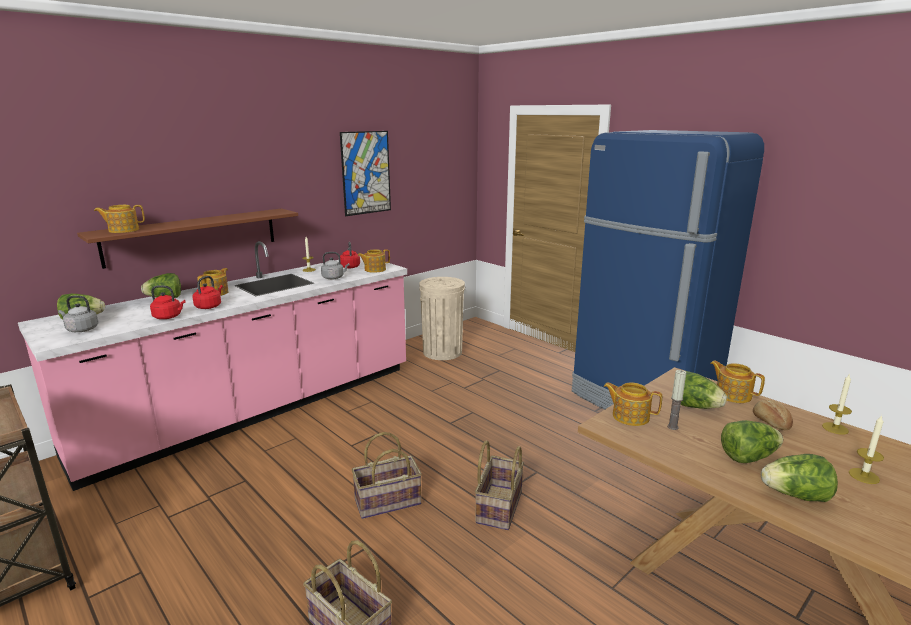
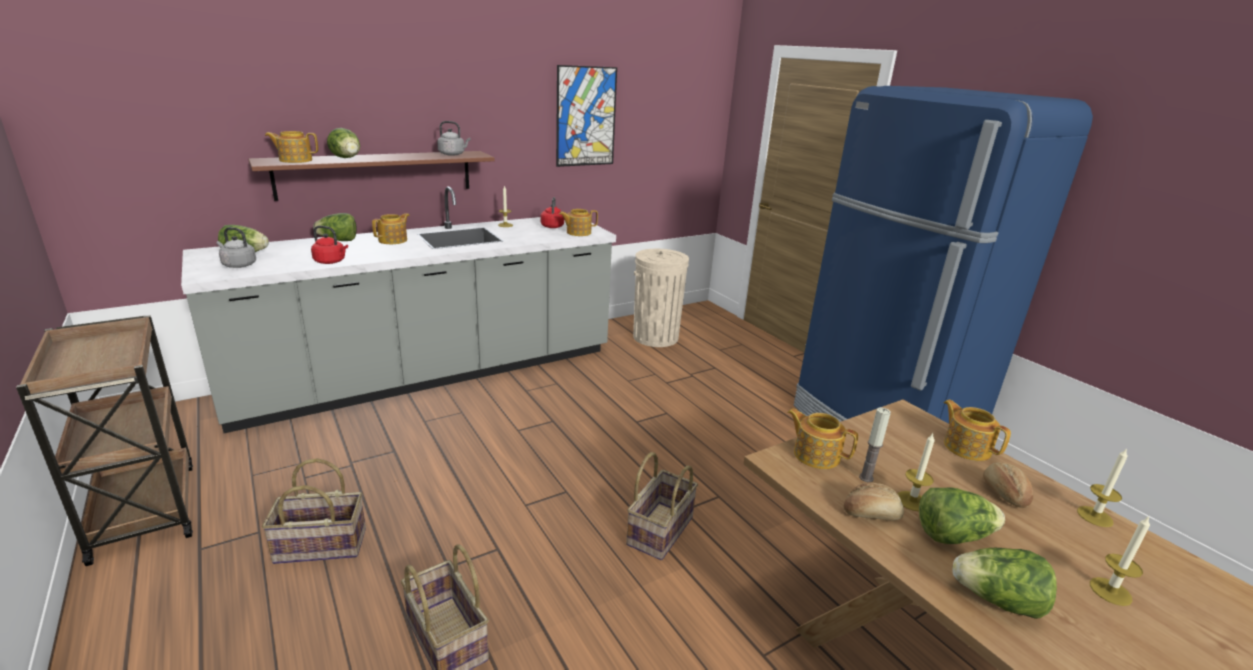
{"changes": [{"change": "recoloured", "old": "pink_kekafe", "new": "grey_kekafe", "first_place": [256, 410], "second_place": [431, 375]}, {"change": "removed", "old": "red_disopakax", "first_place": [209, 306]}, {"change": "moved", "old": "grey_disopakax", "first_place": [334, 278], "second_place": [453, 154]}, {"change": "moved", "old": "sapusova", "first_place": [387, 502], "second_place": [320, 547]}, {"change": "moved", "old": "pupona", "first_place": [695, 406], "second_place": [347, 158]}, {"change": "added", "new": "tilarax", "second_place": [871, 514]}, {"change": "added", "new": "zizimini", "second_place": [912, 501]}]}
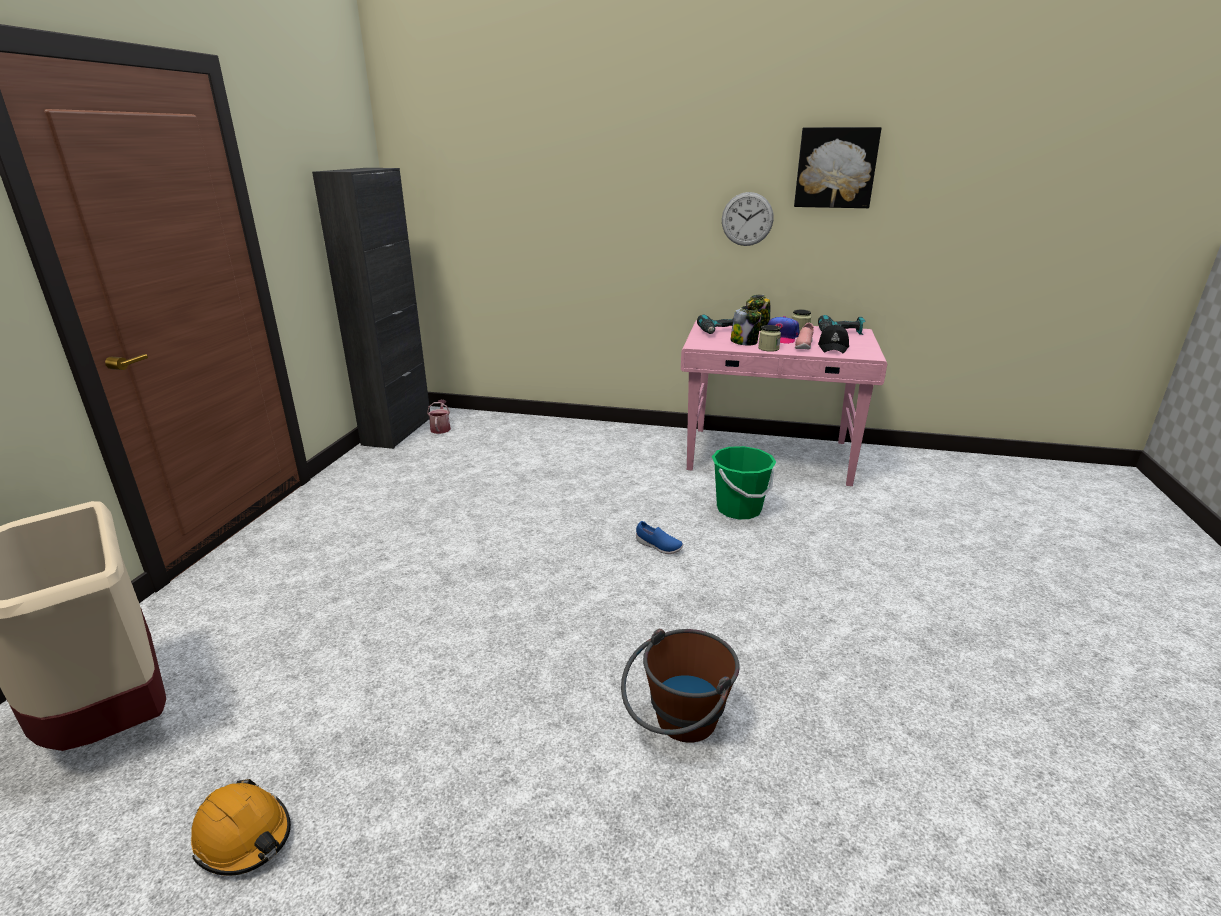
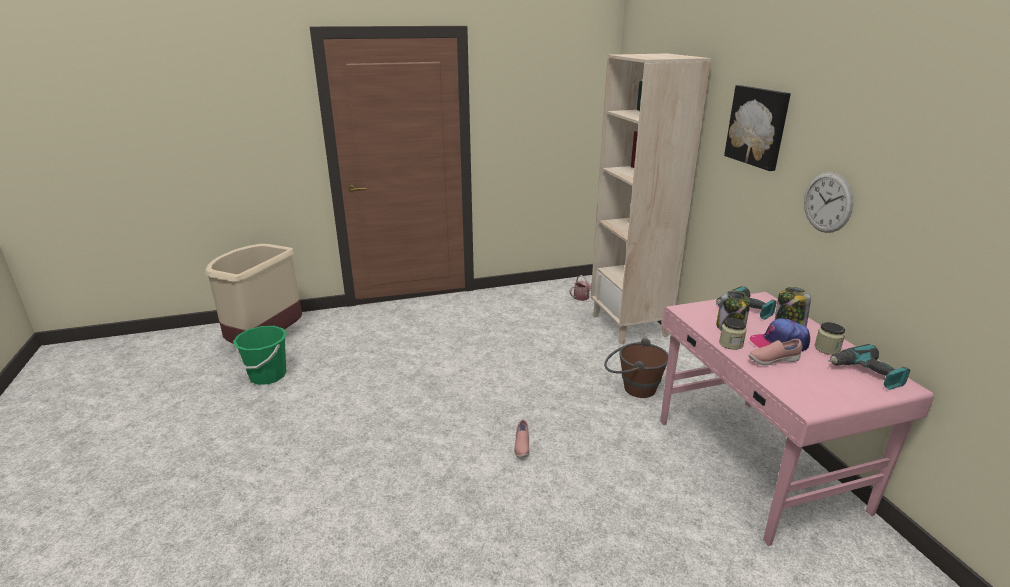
{"changes": [{"change": "removed", "old": "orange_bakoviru", "first_place": [244, 836]}, {"change": "removed", "old": "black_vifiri", "first_place": [397, 431]}, {"change": "moved", "old": "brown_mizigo", "first_place": [678, 726], "second_place": [632, 387]}, {"change": "recoloured", "old": "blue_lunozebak", "new": "pink_lunozebak", "first_place": [658, 547], "second_place": [521, 446]}, {"change": "moved", "old": "green_mizigo", "first_place": [739, 509], "second_place": [268, 376]}, {"change": "moved", "old": "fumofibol", "first_place": [835, 168], "second_place": [758, 126]}, {"change": "removed", "old": "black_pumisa", "first_place": [833, 347]}, {"change": "added", "new": "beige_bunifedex", "second_place": [630, 325]}]}
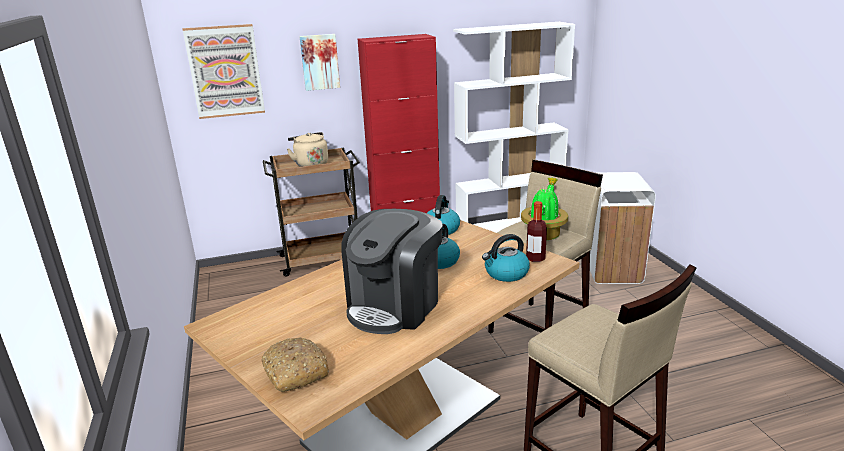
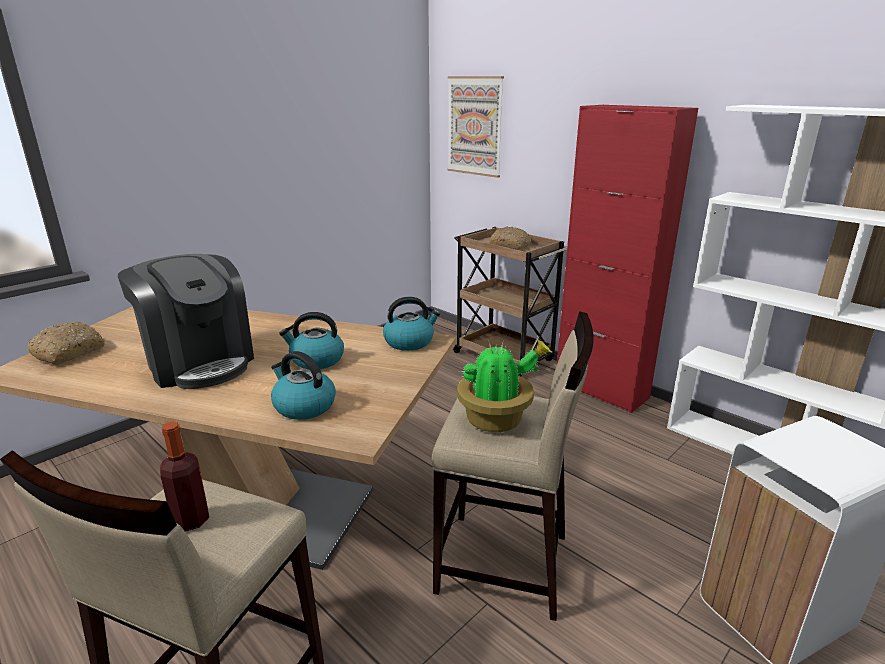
{"changes": [{"change": "replaced", "old": "beige_disopakax", "new": "tilarax", "first_place": [310, 164], "second_place": [510, 246]}, {"change": "removed", "old": "fumofibol", "first_place": [319, 62]}, {"change": "turned", "old": "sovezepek", "first_place": [394, 306], "second_place": [199, 362], "degrees": -135}, {"change": "moved", "old": "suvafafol", "first_place": [535, 258], "second_place": [191, 520]}]}
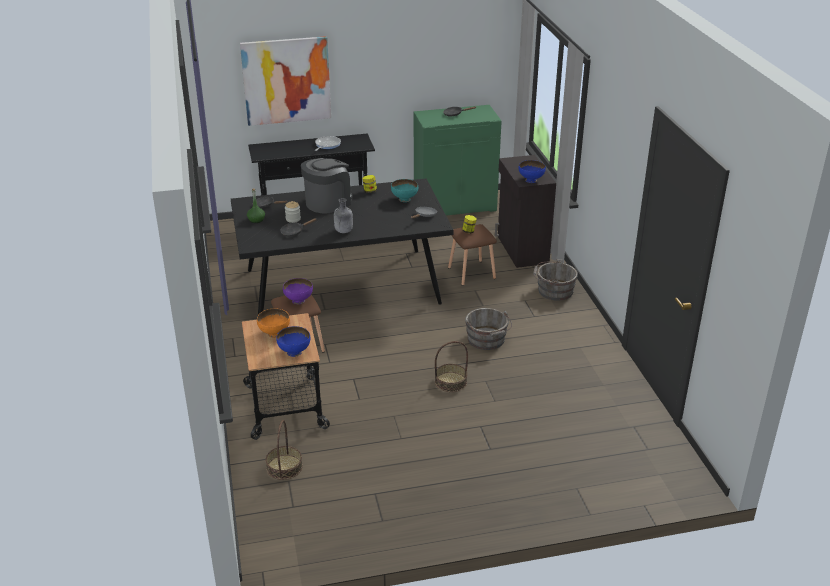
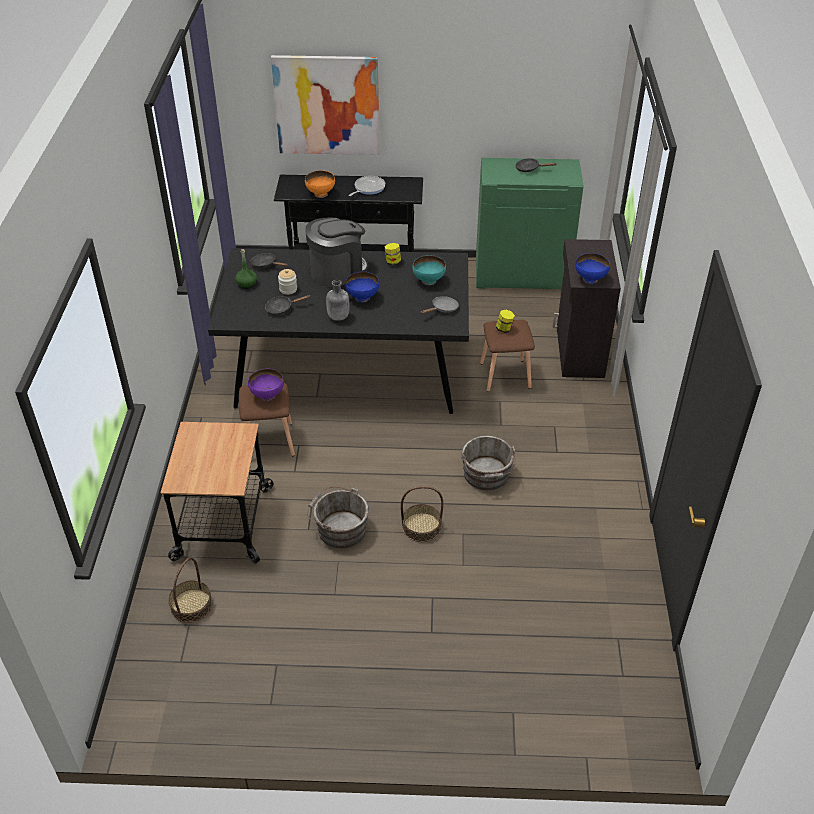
{"changes": [{"change": "moved", "old": "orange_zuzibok", "first_place": [274, 333], "second_place": [320, 194]}, {"change": "moved", "old": "blue_zuzibok", "first_place": [294, 352], "second_place": [362, 298]}, {"change": "moved", "old": "grey_mizigo", "first_place": [553, 290], "second_place": [339, 528]}]}
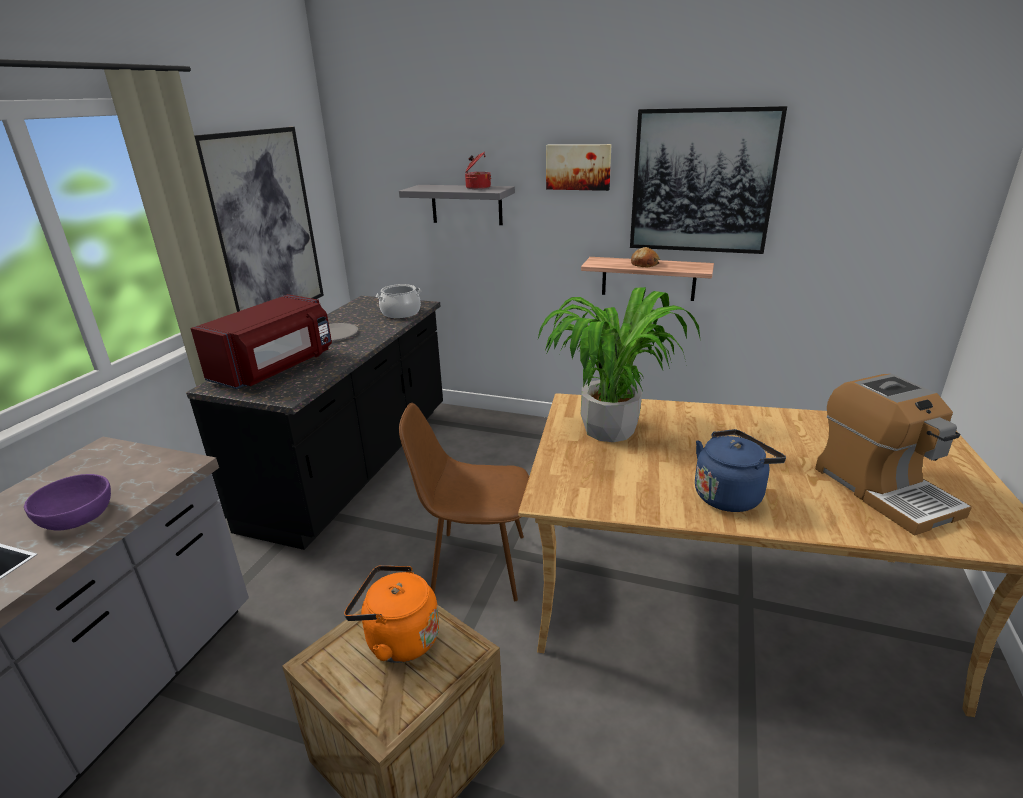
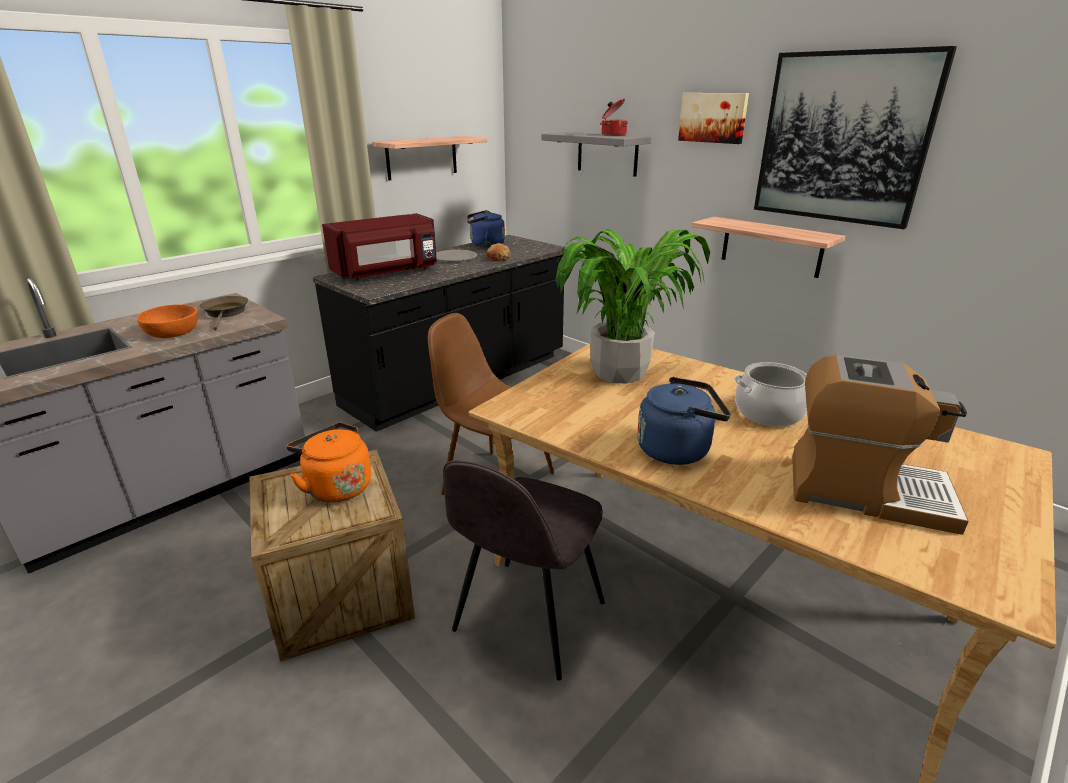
{"changes": [{"change": "recoloured", "old": "purple_zuzibok", "new": "orange_zuzibok", "first_place": [77, 516], "second_place": [173, 333]}, {"change": "replaced", "old": "fumofibol", "new": "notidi", "first_place": [264, 228], "second_place": [422, 157]}, {"change": "moved", "old": "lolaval", "first_place": [401, 313], "second_place": [768, 412]}, {"change": "moved", "old": "tilarax", "first_place": [645, 264], "second_place": [498, 258]}, {"change": "turned", "old": "sovezepek", "first_place": [883, 490], "second_place": [864, 492], "degrees": -75}, {"change": "added", "new": "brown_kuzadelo", "second_place": [226, 313]}, {"change": "added", "new": "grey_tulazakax", "second_place": [527, 619]}, {"change": "added", "new": "blue_disopakax", "second_place": [485, 245]}]}
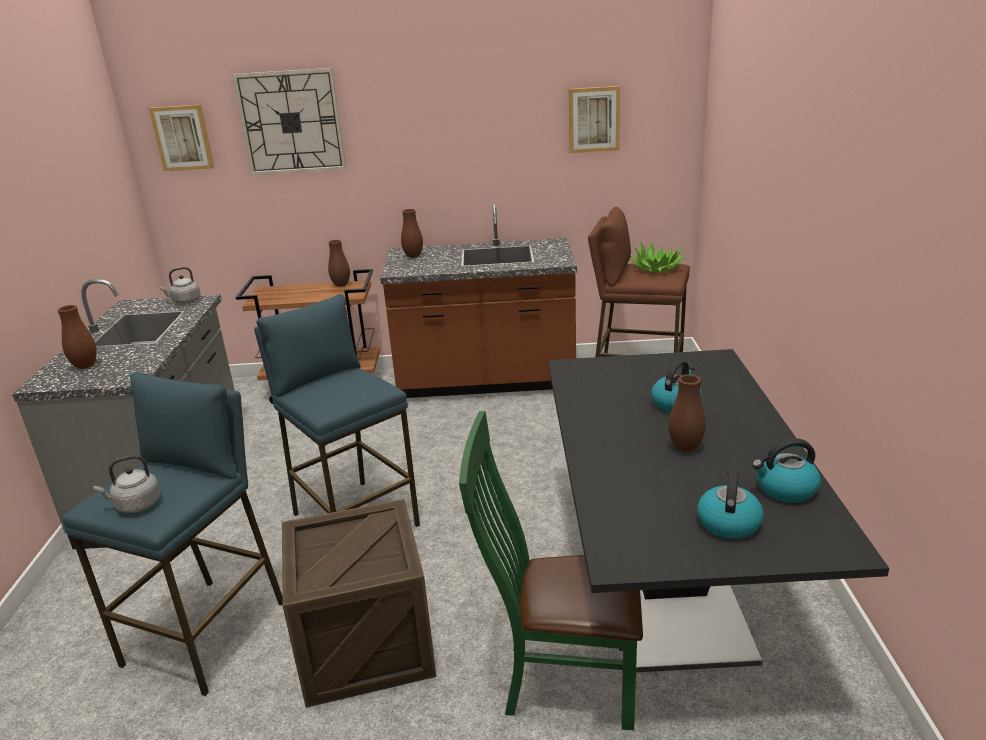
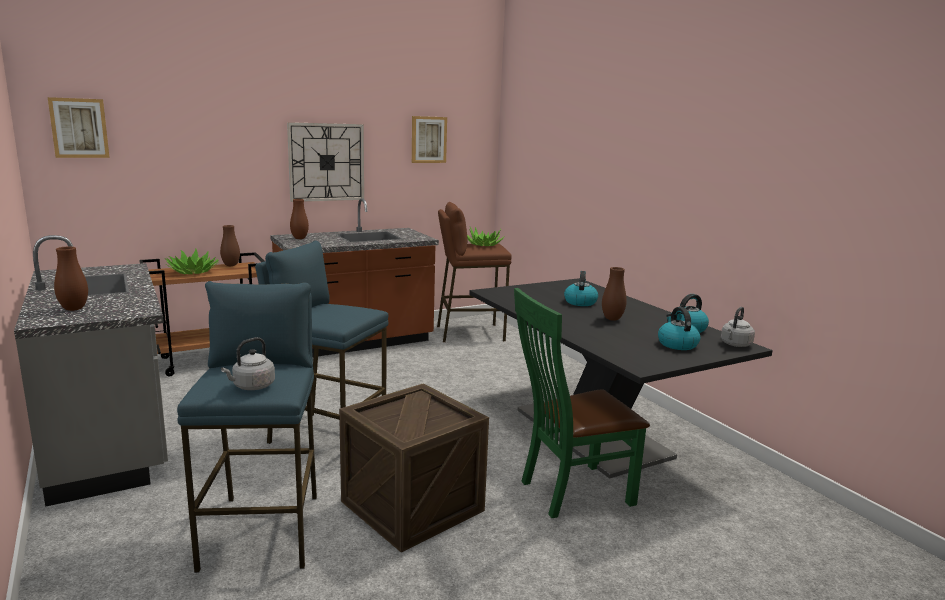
{"changes": [{"change": "moved", "old": "grey_disopakax", "first_place": [185, 301], "second_place": [735, 345]}, {"change": "moved", "old": "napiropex", "first_place": [291, 122], "second_place": [326, 162]}, {"change": "added", "new": "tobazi", "second_place": [193, 272]}]}
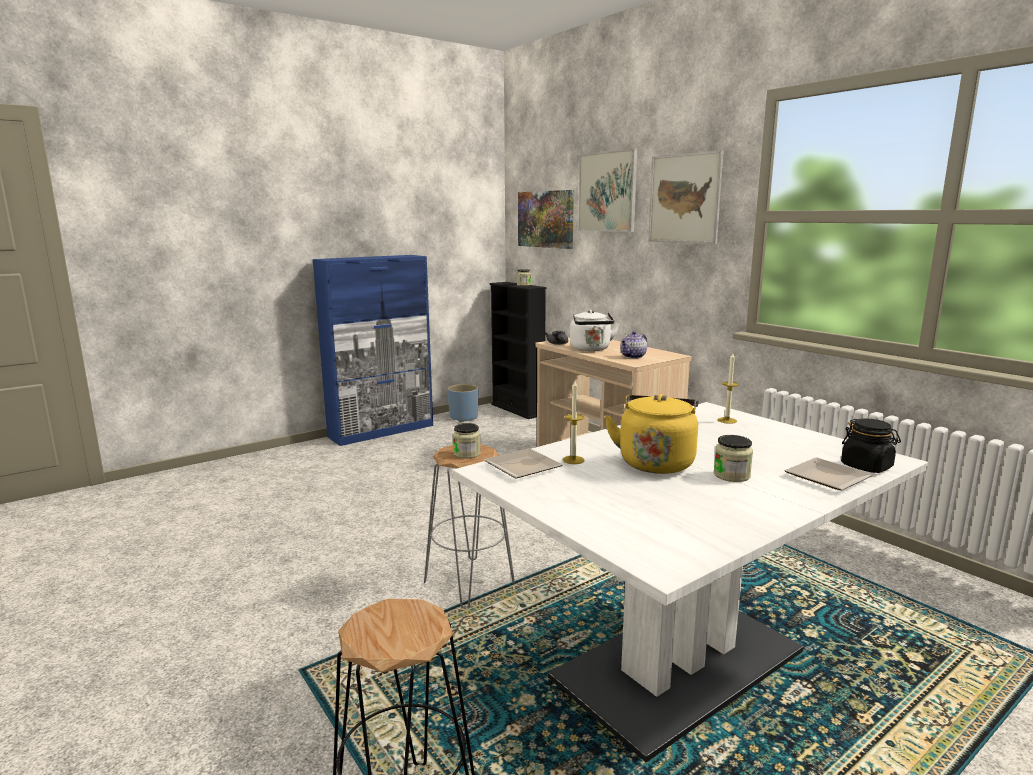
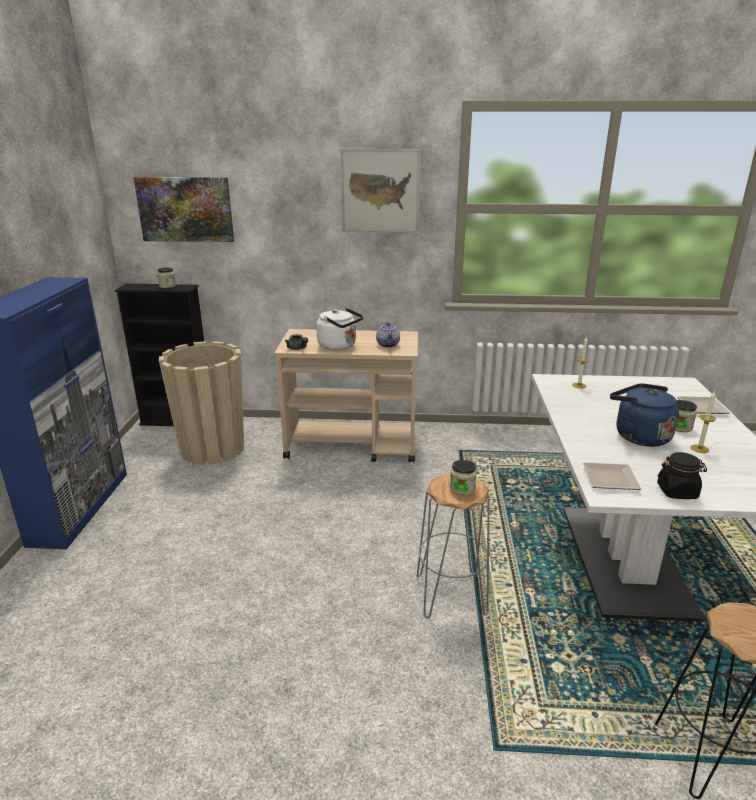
{"changes": [{"change": "removed", "old": "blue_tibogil", "first_place": [463, 418]}, {"change": "moved", "old": "zizimini", "first_place": [573, 460], "second_place": [699, 449]}, {"change": "removed", "old": "fumofibol", "first_place": [607, 192]}, {"change": "recoloured", "old": "yellow_disopakax", "new": "blue_disopakax", "first_place": [656, 462], "second_place": [638, 436]}, {"change": "moved", "old": "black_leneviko", "first_place": [867, 466], "second_place": [677, 492]}, {"change": "added", "new": "beige_tibogil", "second_place": [212, 448]}]}
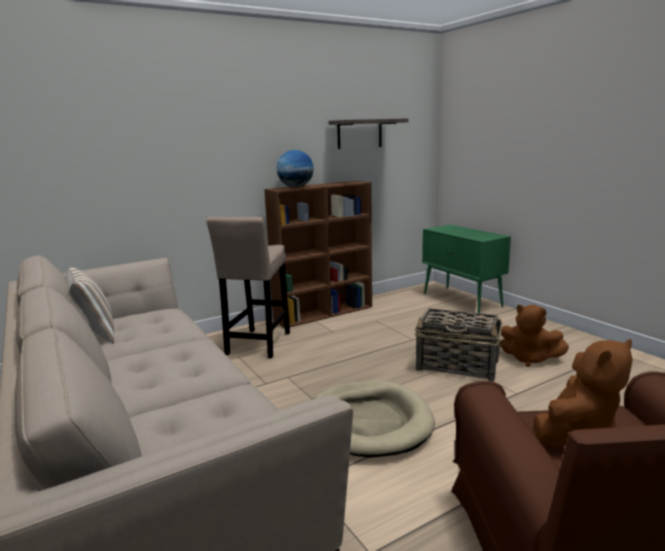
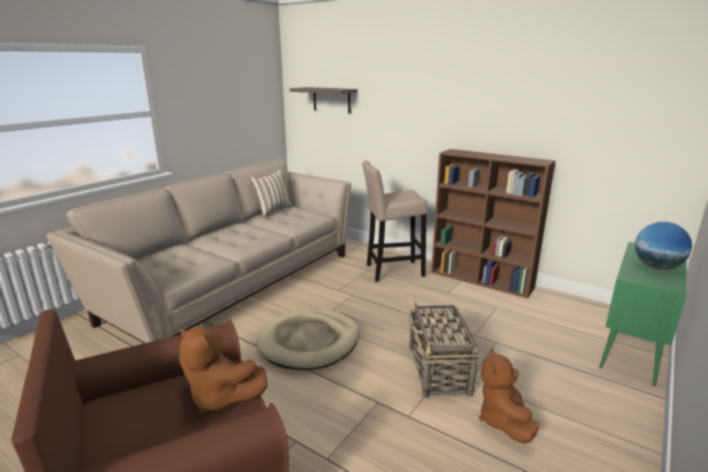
{"changes": [{"change": "moved", "old": "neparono", "first_place": [295, 187], "second_place": [656, 266]}, {"change": "moved", "old": "notidi", "first_place": [359, 134], "second_place": [331, 100]}]}
